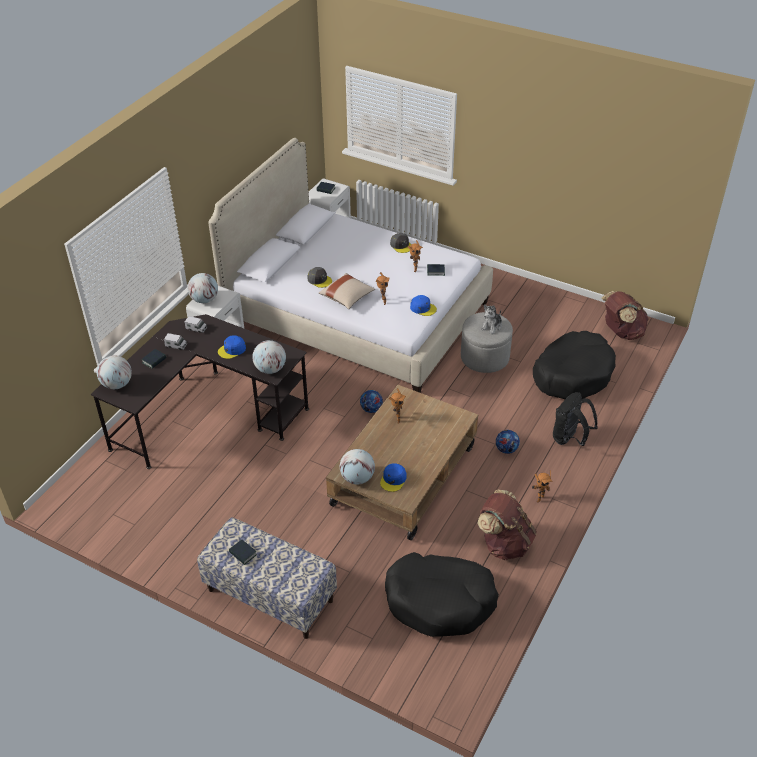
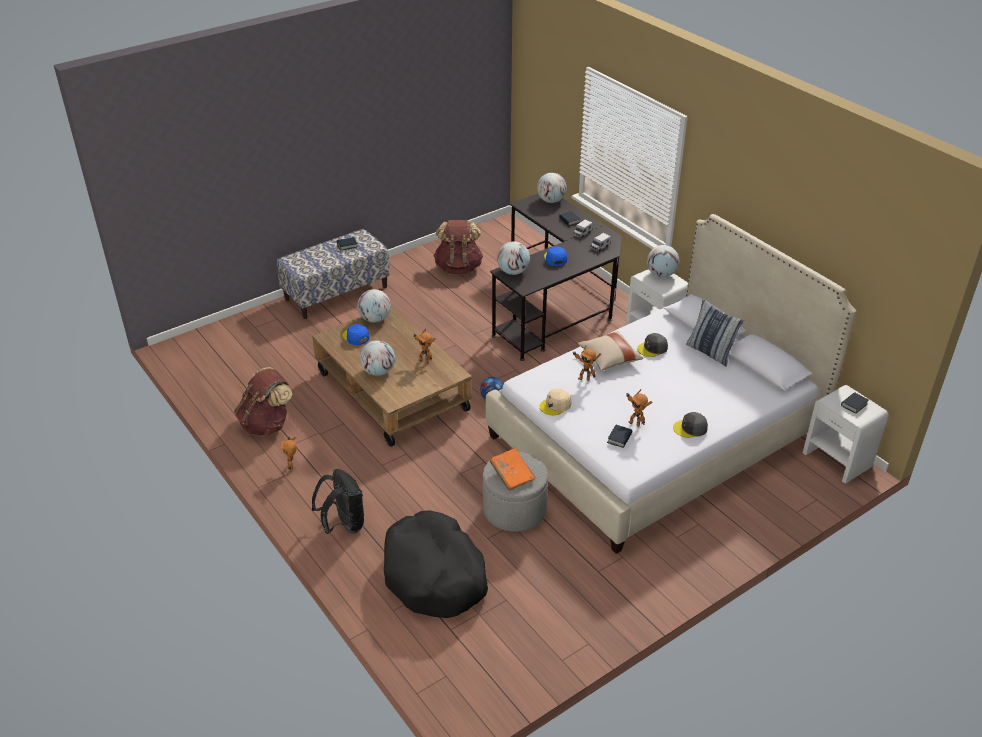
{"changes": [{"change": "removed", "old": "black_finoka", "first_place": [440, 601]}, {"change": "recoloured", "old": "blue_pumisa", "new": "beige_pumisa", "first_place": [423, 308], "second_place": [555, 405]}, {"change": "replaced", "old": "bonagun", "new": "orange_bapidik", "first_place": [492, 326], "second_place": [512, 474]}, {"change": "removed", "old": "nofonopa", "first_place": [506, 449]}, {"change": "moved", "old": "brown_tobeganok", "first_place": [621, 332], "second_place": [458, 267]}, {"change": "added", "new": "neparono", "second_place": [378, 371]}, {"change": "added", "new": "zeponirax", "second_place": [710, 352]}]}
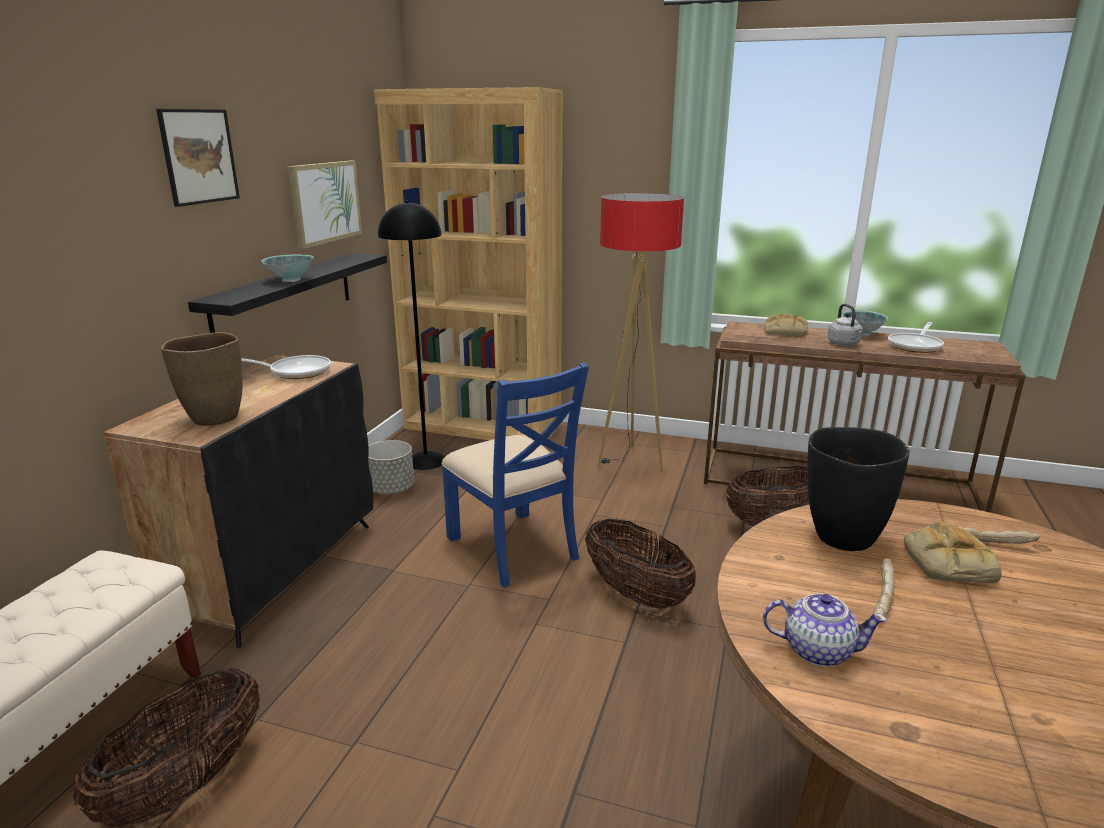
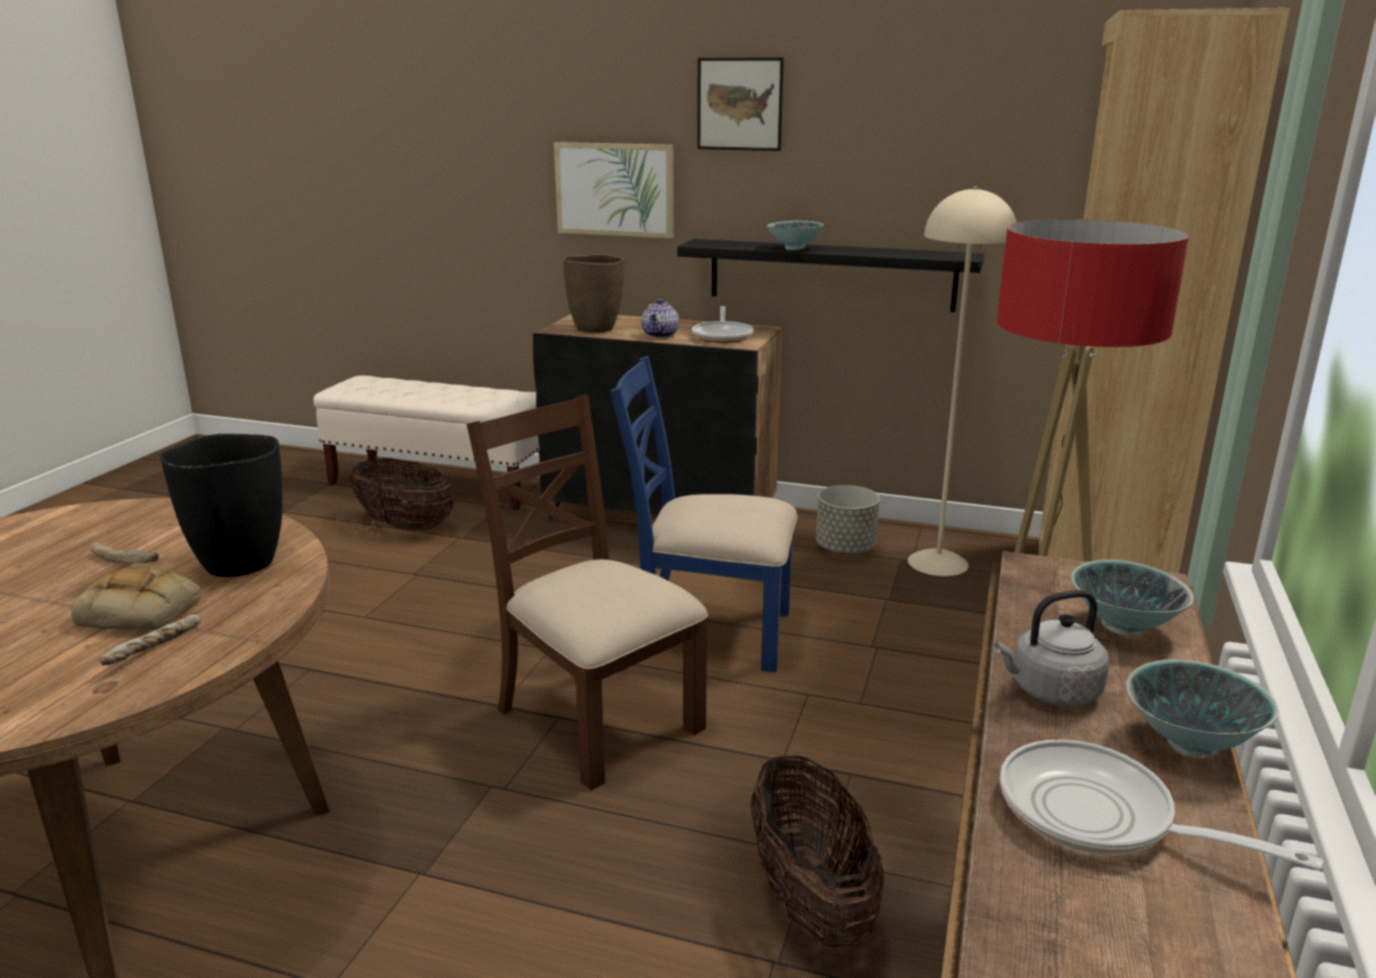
{"changes": [{"change": "moved", "old": "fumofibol", "first_place": [325, 202], "second_place": [615, 189]}, {"change": "recoloured", "old": "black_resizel", "new": "beige_resizel", "first_place": [426, 460], "second_place": [938, 562]}, {"change": "turned", "old": "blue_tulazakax", "first_place": [514, 548], "second_place": [709, 632], "degrees": 45}, {"change": "replaced", "old": "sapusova", "new": "brown_tulazakax", "first_place": [636, 594], "second_place": [596, 719]}, {"change": "moved", "old": "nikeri", "first_place": [816, 650], "second_place": [660, 335]}, {"change": "replaced", "old": "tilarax", "new": "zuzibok", "first_place": [784, 332], "second_place": [1122, 627]}]}
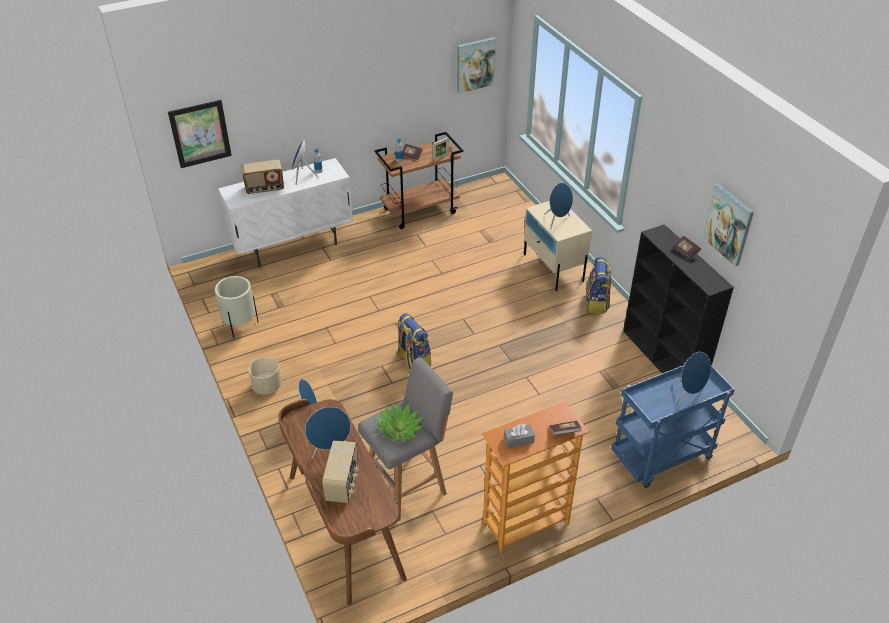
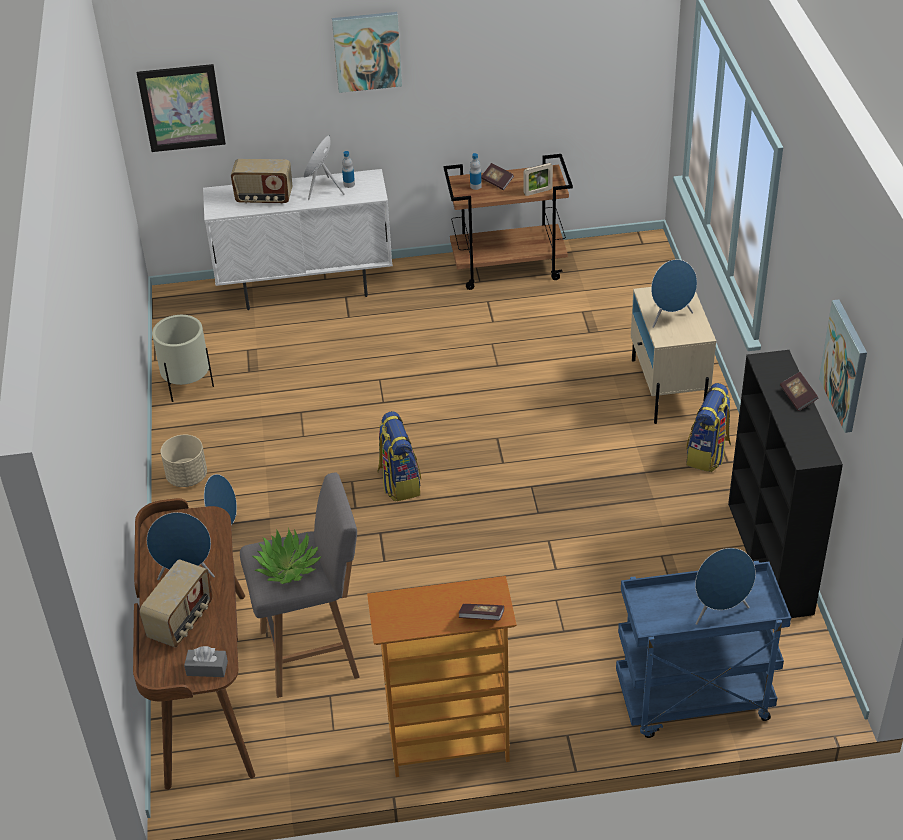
{"changes": [{"change": "moved", "old": "fumofibol", "first_place": [475, 64], "second_place": [367, 51]}, {"change": "moved", "old": "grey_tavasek", "first_place": [518, 440], "second_place": [207, 668]}]}
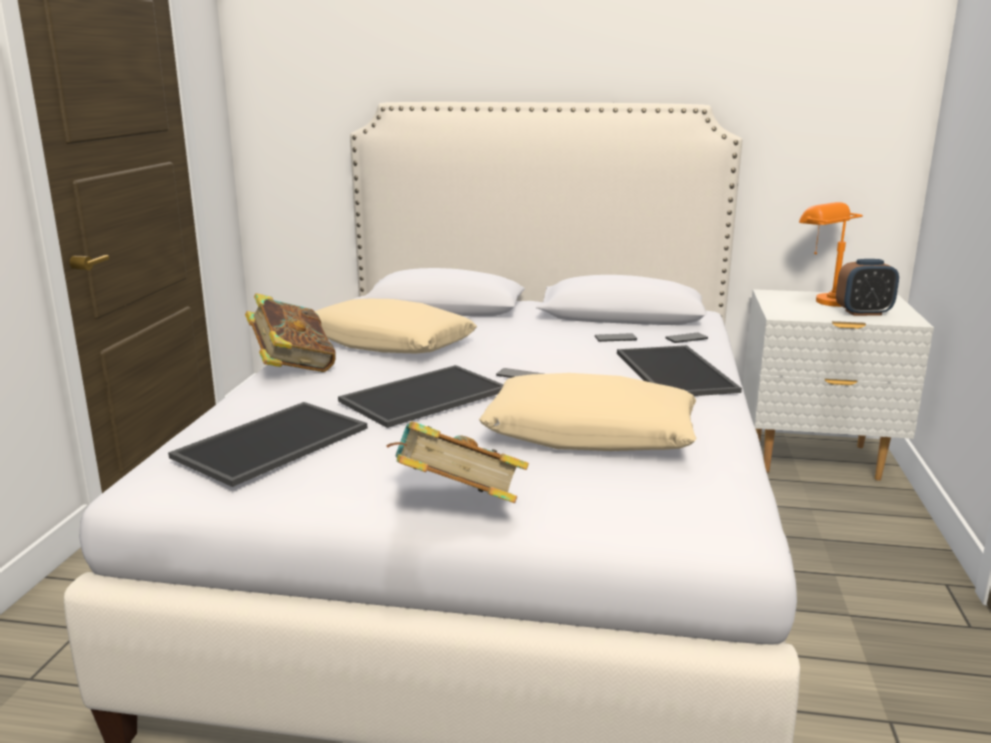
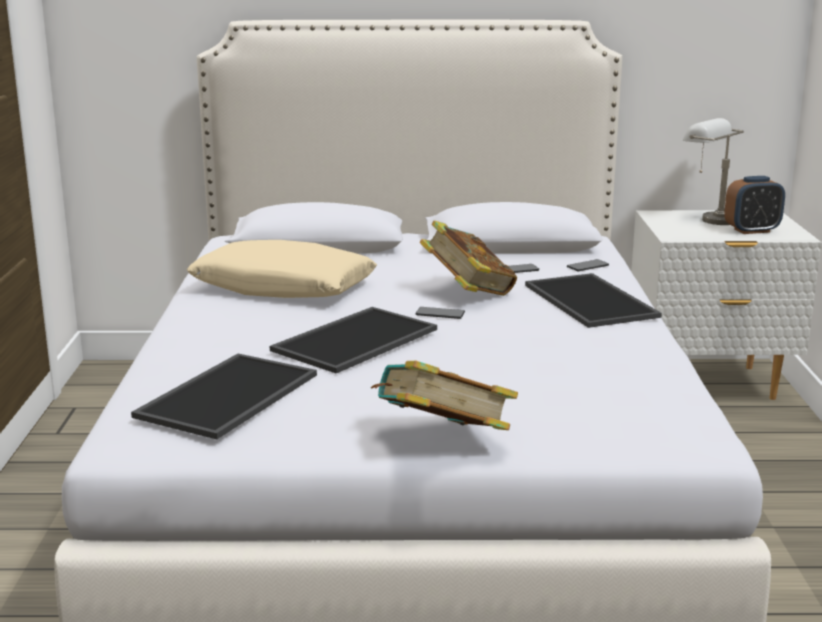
{"changes": [{"change": "moved", "old": "bapidik", "first_place": [292, 367], "second_place": [468, 293]}, {"change": "removed", "old": "beige_zeponirax", "first_place": [590, 434]}, {"change": "recoloured", "old": "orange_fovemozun", "new": "grey_fovemozun", "first_place": [822, 300], "second_place": [708, 218]}]}
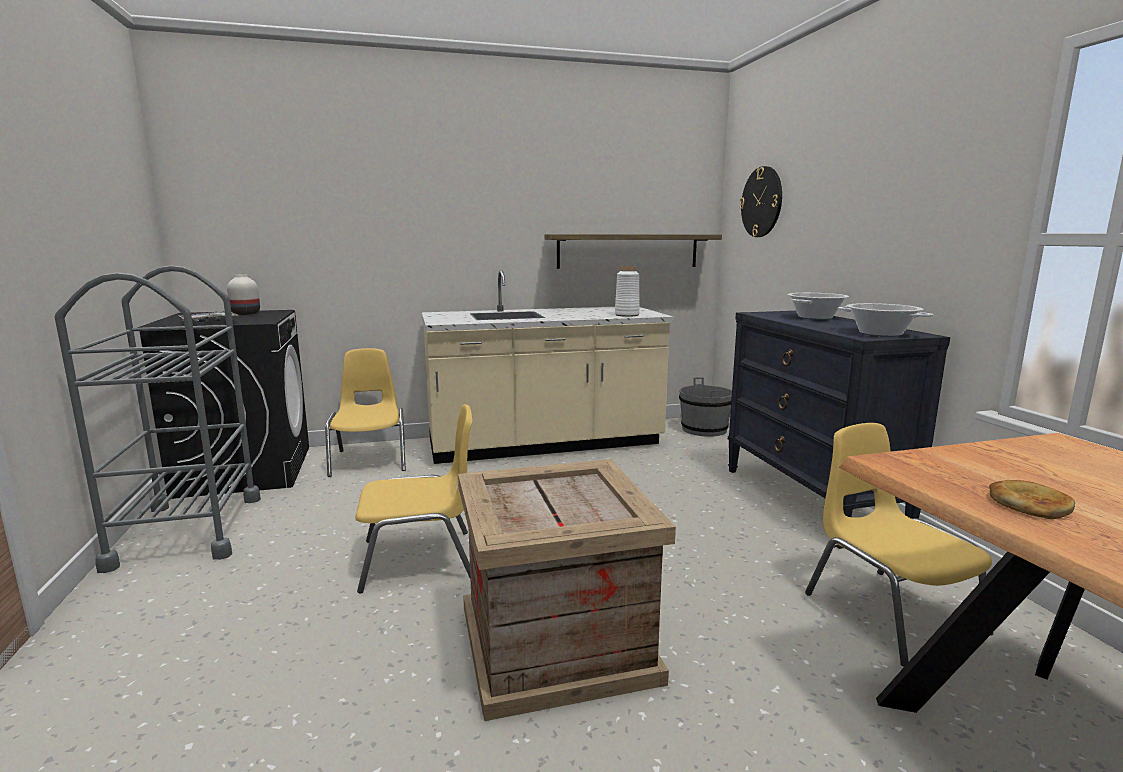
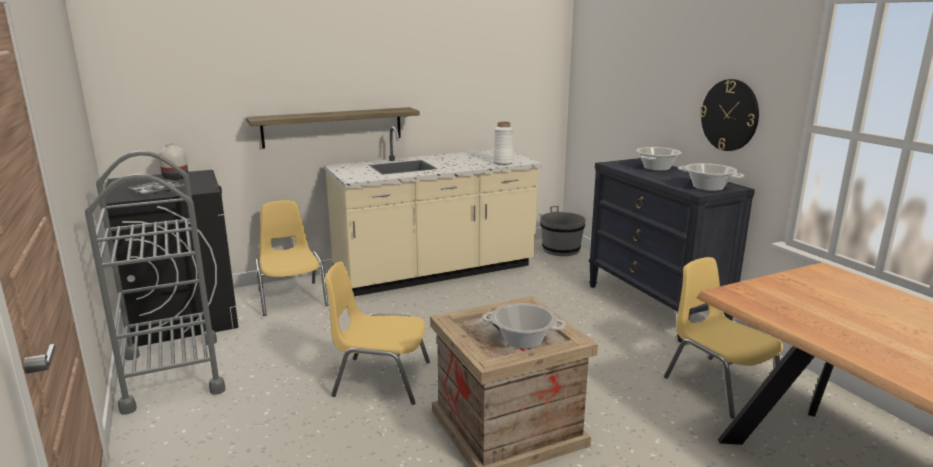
{"changes": [{"change": "turned", "old": "yellow_tulazakax", "first_place": [420, 559], "second_place": [380, 379], "degrees": -150}, {"change": "moved", "old": "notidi", "first_place": [628, 251], "second_place": [333, 127]}, {"change": "moved", "old": "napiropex", "first_place": [761, 202], "second_place": [729, 115]}, {"change": "removed", "old": "tilarax", "first_place": [1029, 504]}, {"change": "added", "new": "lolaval", "second_place": [523, 340]}]}
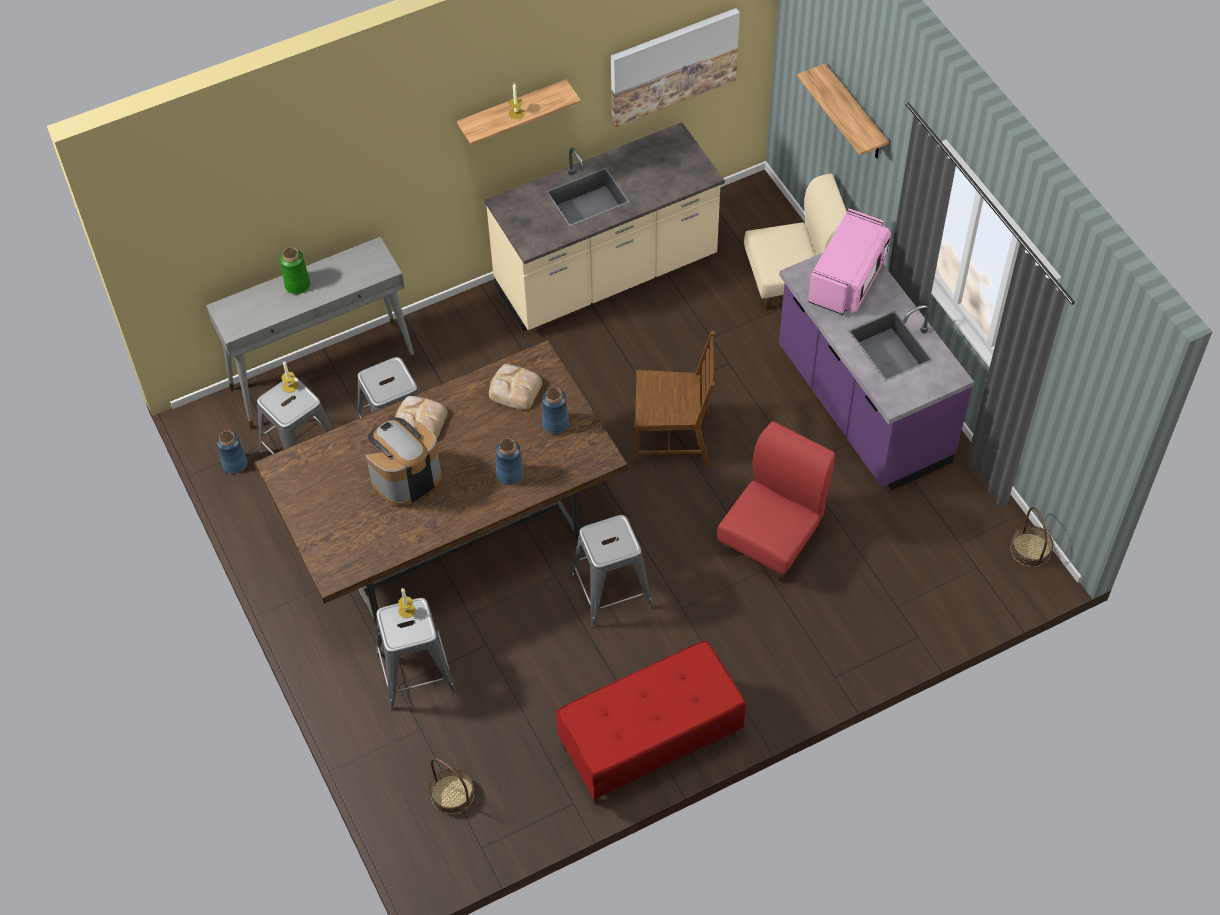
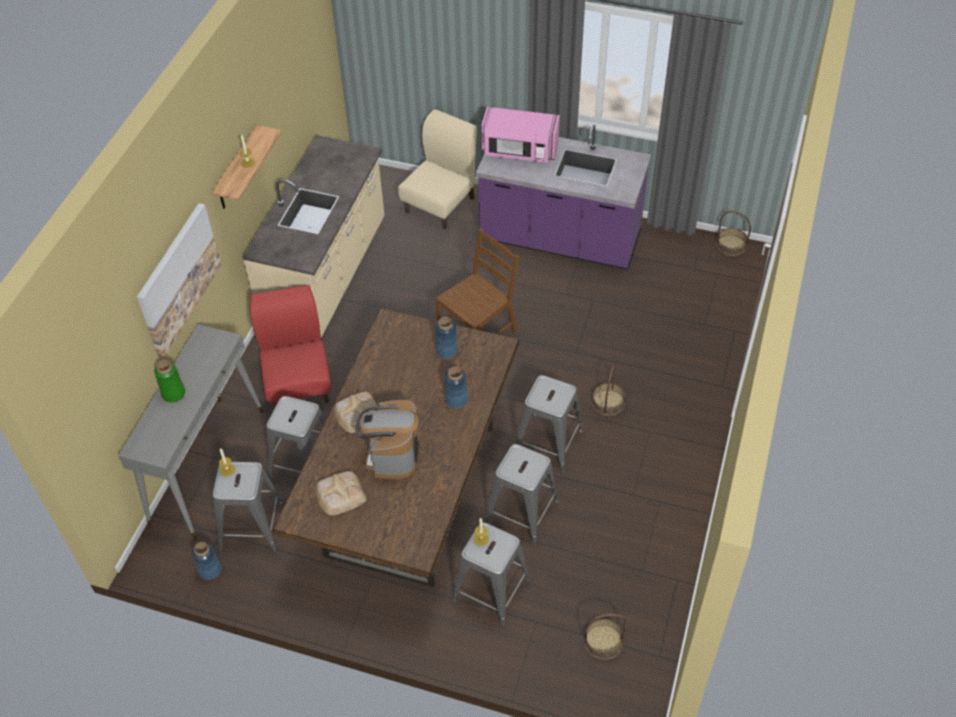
{"changes": [{"change": "moved", "old": "tilarax", "first_place": [514, 388], "second_place": [339, 495]}, {"change": "removed", "old": "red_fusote", "first_place": [650, 742]}, {"change": "moved", "old": "fumofibol", "first_place": [673, 65], "second_place": [178, 279]}, {"change": "moved", "old": "red_tulazakax", "first_place": [772, 539], "second_place": [299, 383]}, {"change": "removed", "old": "notidi", "first_place": [855, 114]}, {"change": "turned", "old": "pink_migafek", "first_place": [848, 279], "second_place": [519, 151], "degrees": 120}, {"change": "added", "new": "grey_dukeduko", "second_place": [522, 512]}, {"change": "added", "new": "sapusova", "second_place": [608, 402]}]}
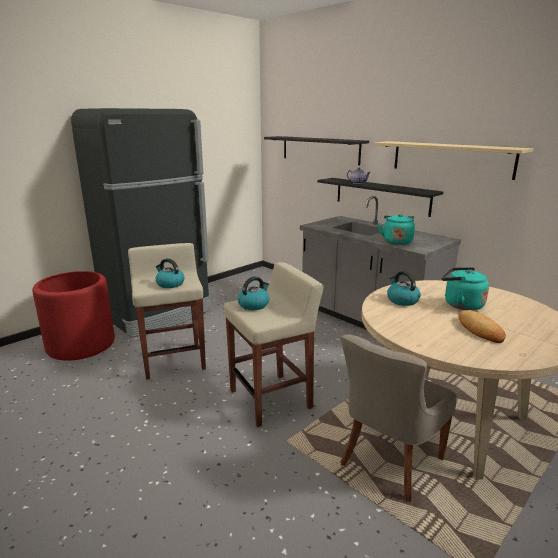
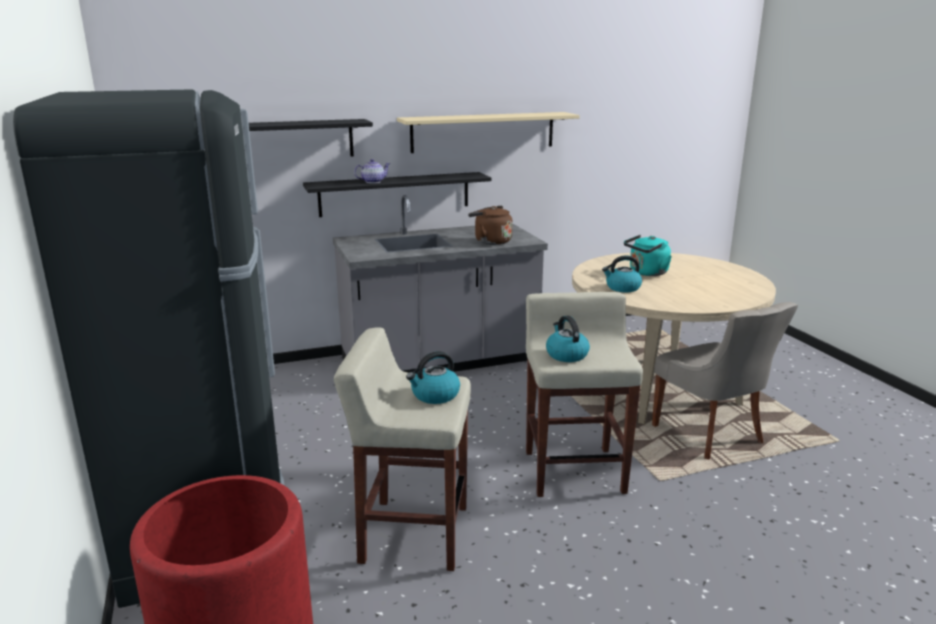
{"changes": [{"change": "recoloured", "old": "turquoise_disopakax", "new": "brown_disopakax", "first_place": [397, 241], "second_place": [490, 241]}, {"change": "removed", "old": "tilarax", "first_place": [479, 330]}]}
